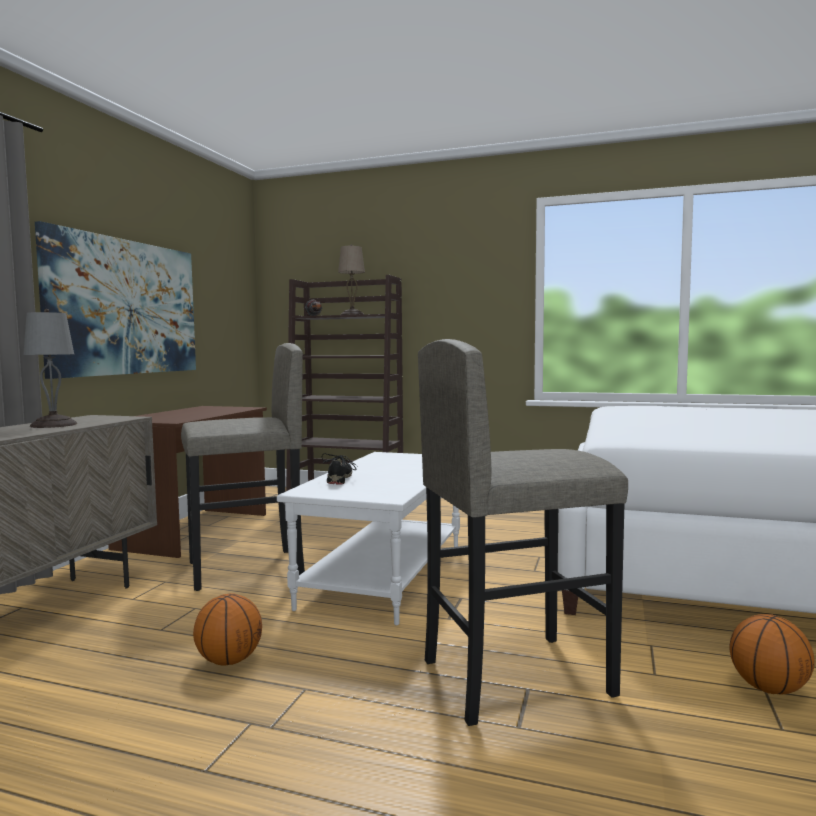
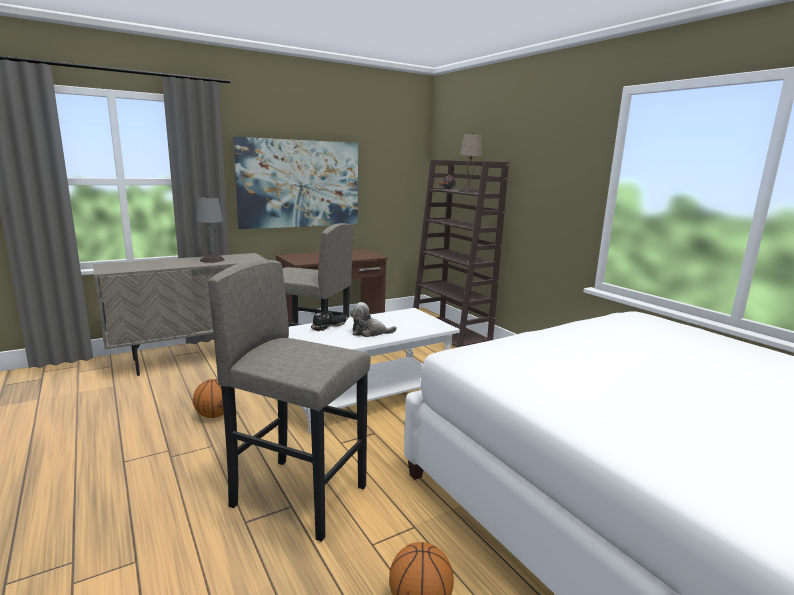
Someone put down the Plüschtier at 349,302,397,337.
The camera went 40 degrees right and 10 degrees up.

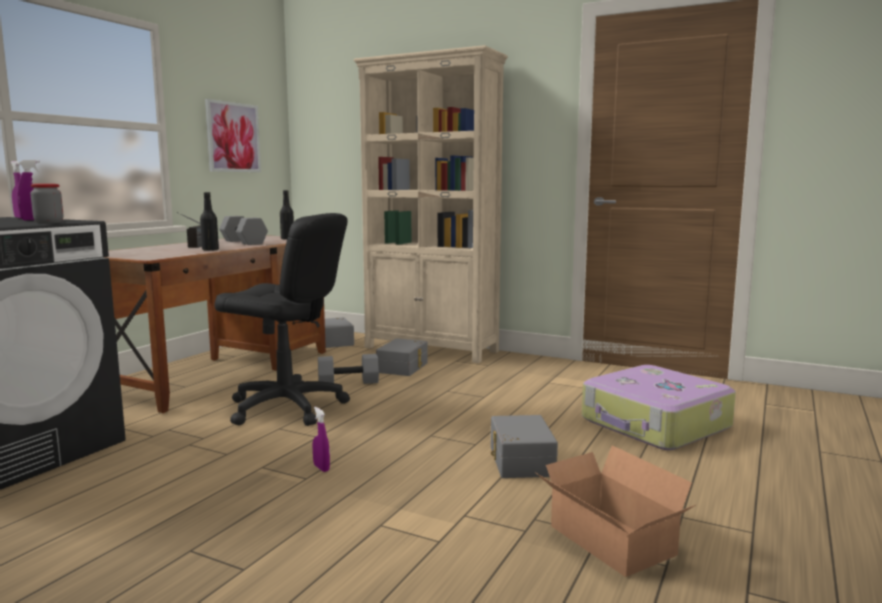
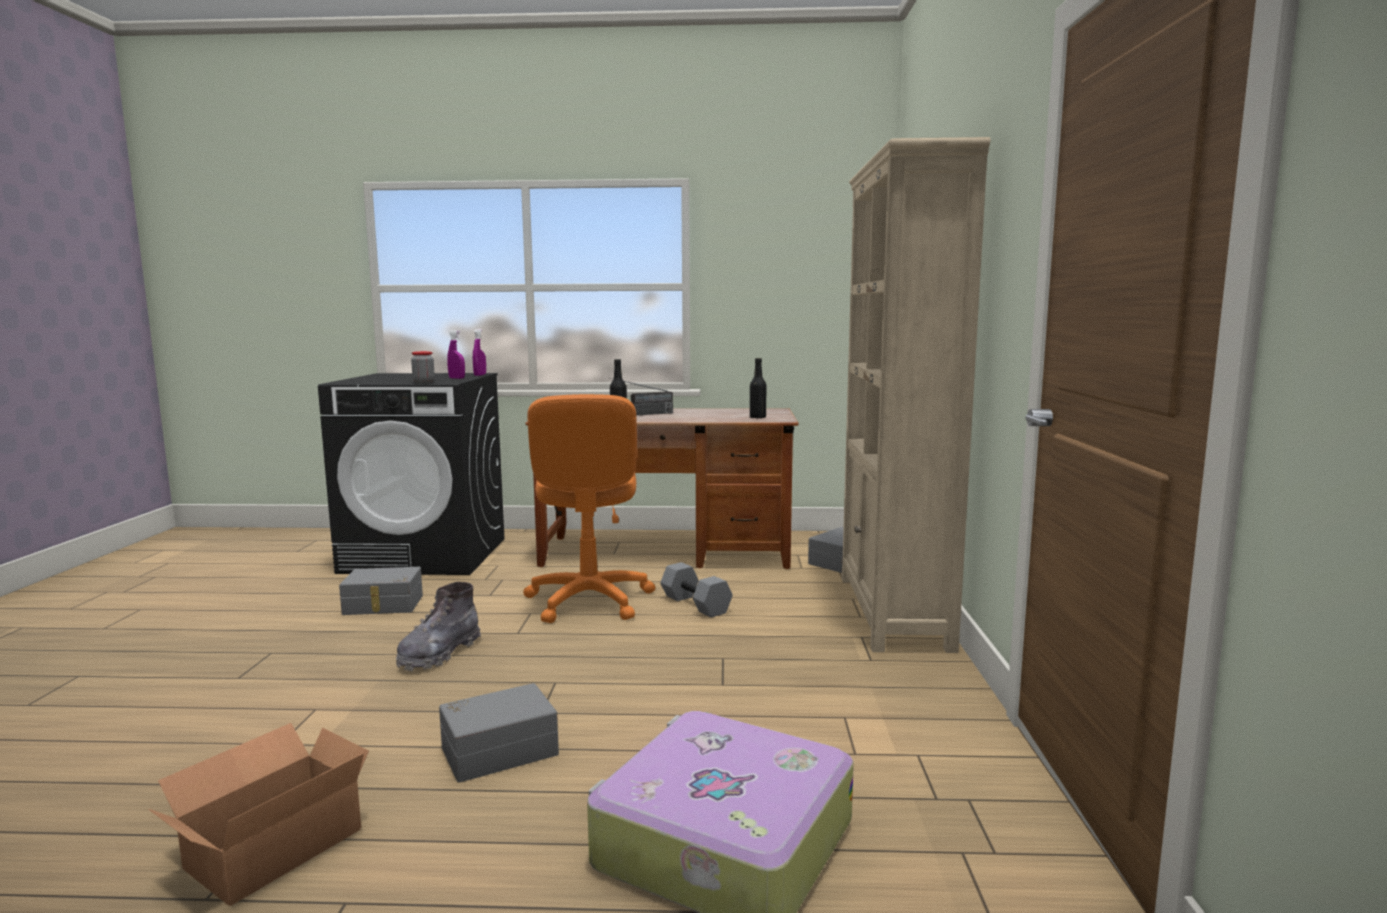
Someone took away the Bild at 205,99,261,172.
Someone repainted the Bürostuhl [schwarz] at 215,213,350,426, which became the Bürostuhl [orange] at 523,394,655,623.
Someone took away the Hantel [grau] at 219,216,268,245.
Someone swapped the Sprühflasche [lila] at 312,407,330,472 for the Stiefel [grau] at 396,582,481,671.
Someone carried the Aufbewahrungsbox [grau] from 376,338,427,376 to 339,567,423,615.
The camera went 65 degrees right and 0 degrees up.

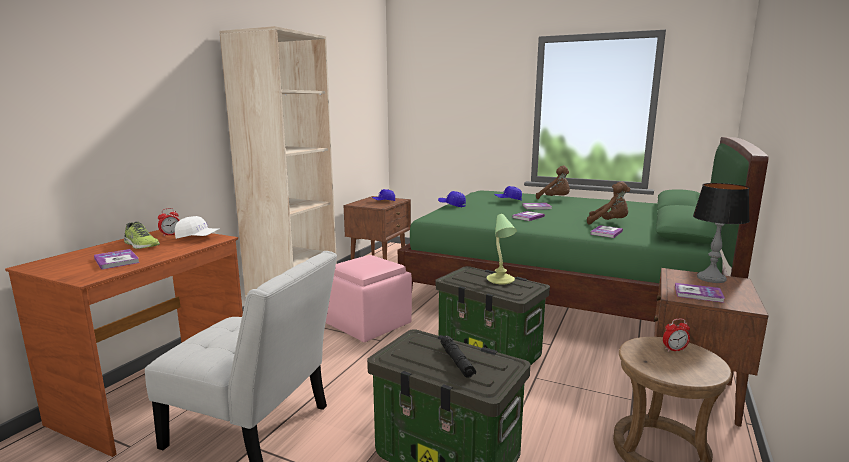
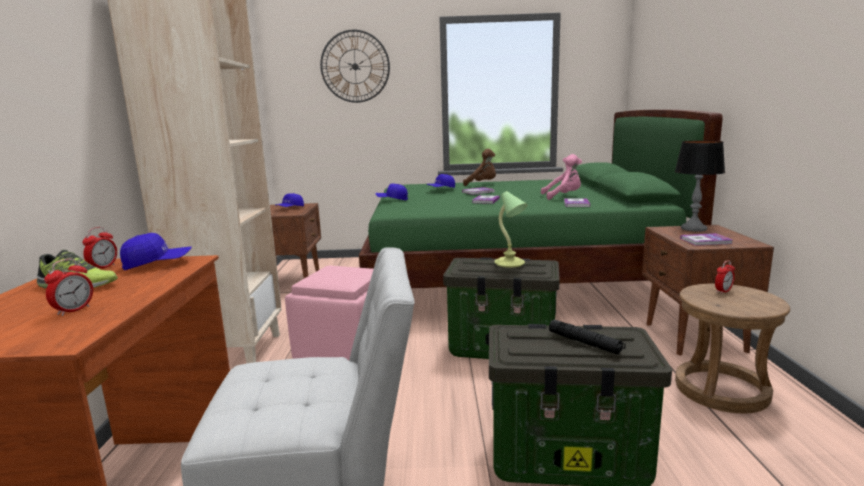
Someone swapped the Buch at 94,249,139,270 for the Wecker at 44,259,93,316.
Someone repainted the Kappe [weiß] at 175,216,220,239, which became the Kappe [blau] at 120,233,192,270.
Someone repainted the Plüschtier [braun] at 587,181,631,224, which became the Plüschtier [rosa] at 541,154,582,200.
Someone put up the Wanduhr at 320,30,390,103.
The camera went 25 degrees left and 0 degrees up.

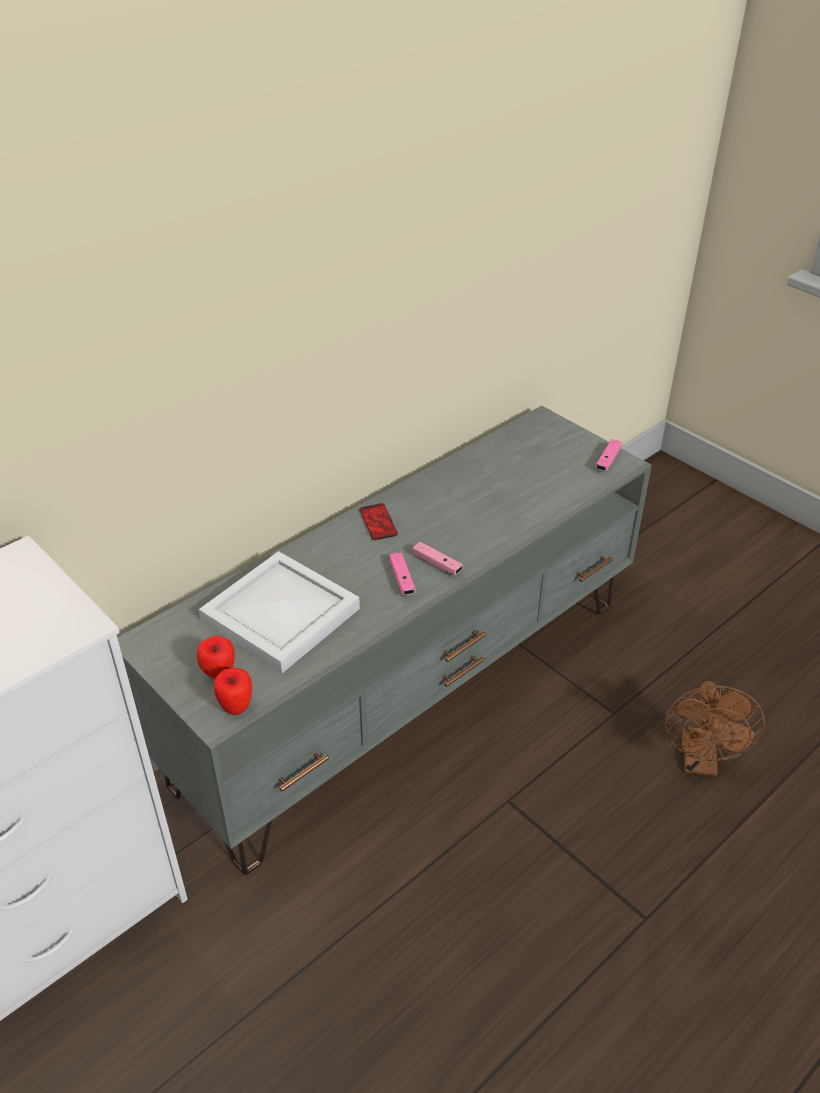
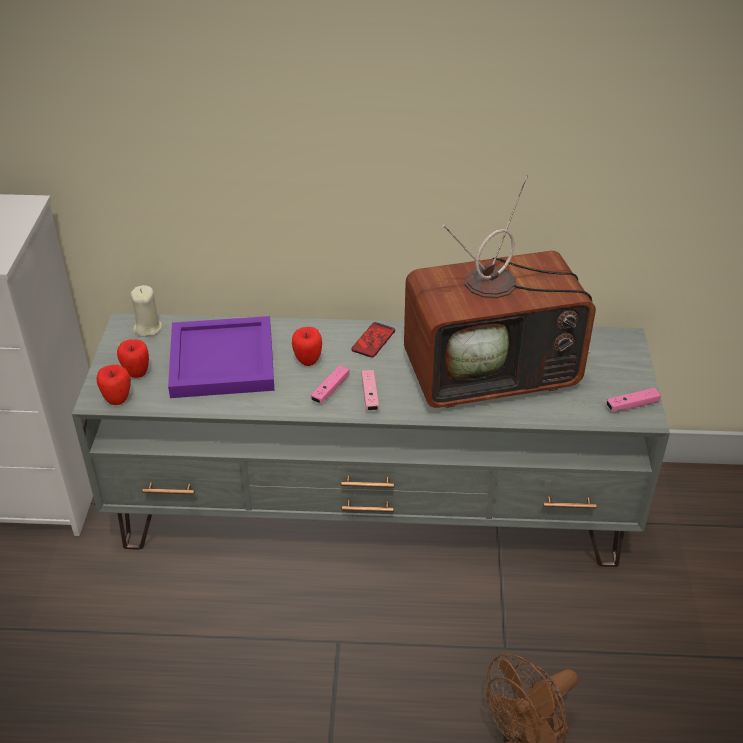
Someone repainted the Tablett [weiß] at 199,551,360,673, which became the Tablett [lila] at 168,316,274,398.
Someone put down the Kerze [beige] at 131,285,162,337.
Someone put down the Apfel at 292,327,322,366.
Someone put down the Fernseher at 404,175,596,408.
The camera went 45 degrees right and 0 degrees up.

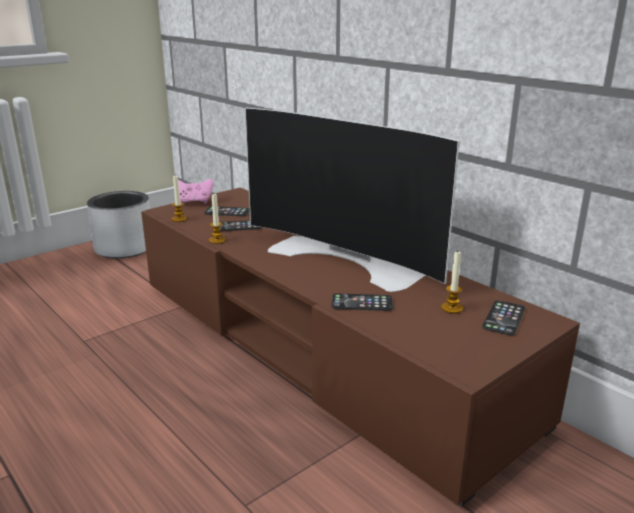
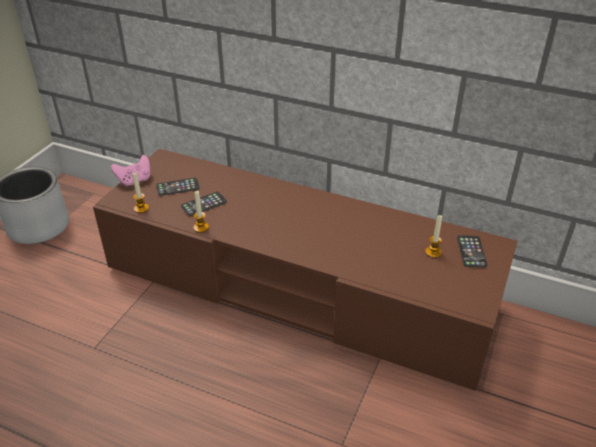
Someone took away the Fernseher at 245,108,460,292.
Someone took away the Handy at 331,293,393,311.
The camera went 25 degrees left and 15 degrees up.

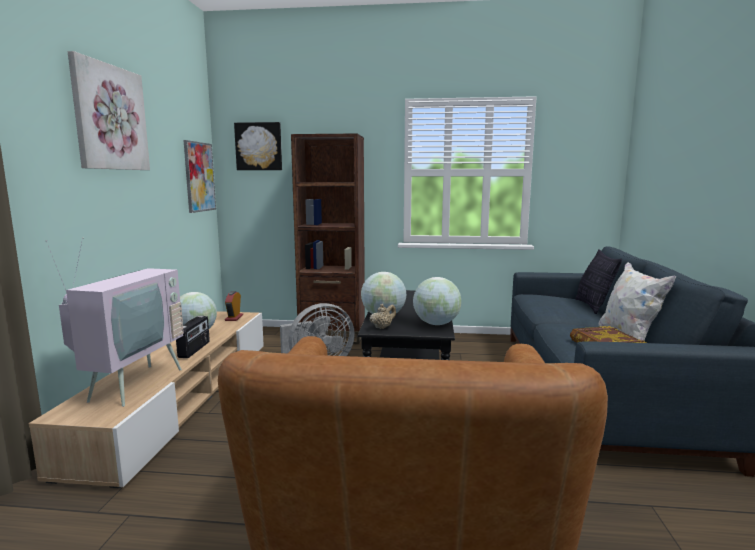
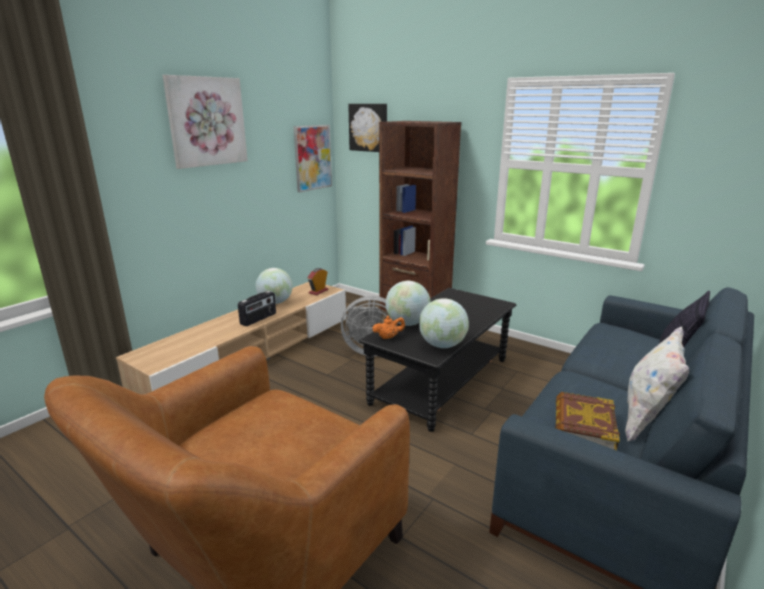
Someone took away the Fernseher at 45,237,184,407.
Someone repainted the Teekanne [beige] at 370,304,396,329, which became the Teekanne [orange] at 372,316,405,339.
The camera went 30 degrees right and 10 degrees up.

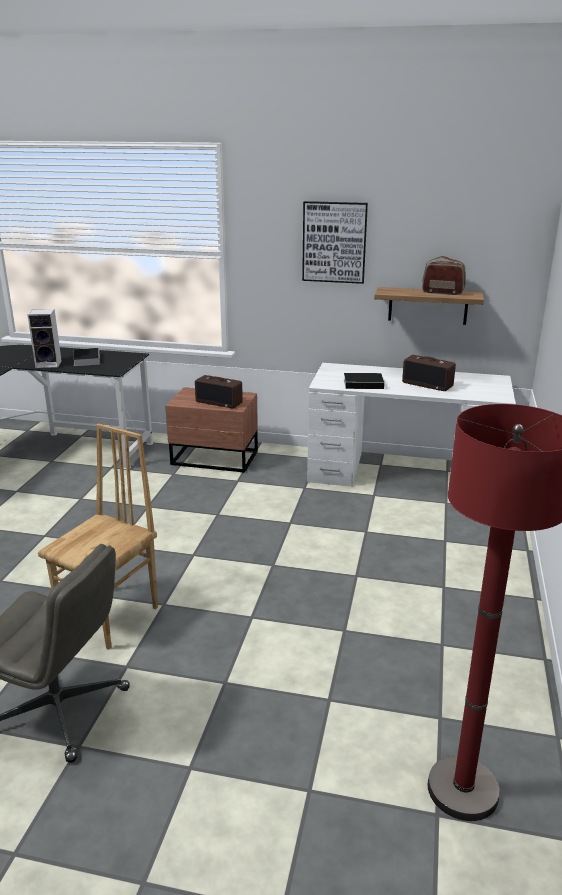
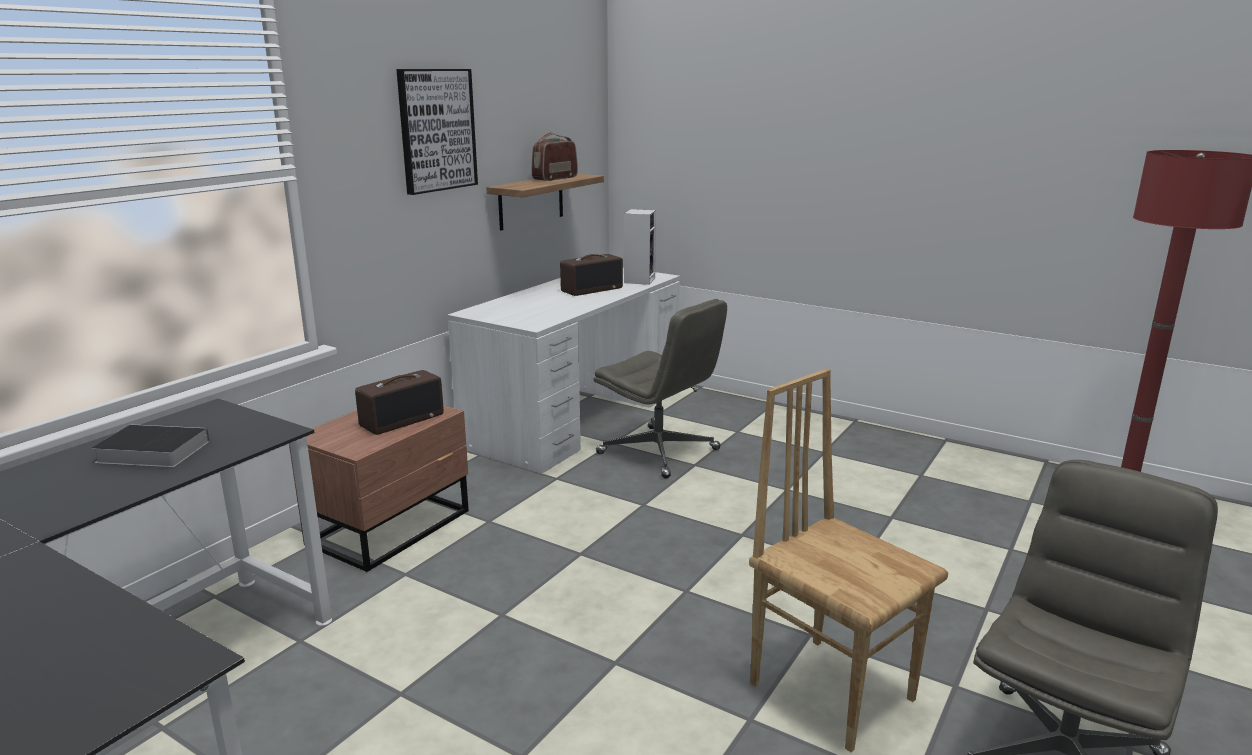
Someone carried the Lautsprecher from 28,309,62,368 to 624,209,656,285.
Someone took away the Buch at 344,373,389,389.
Someone put down the Bürostuhl [grau] at 594,299,727,479.
The camera went 70 degrees left and 5 degrees down.

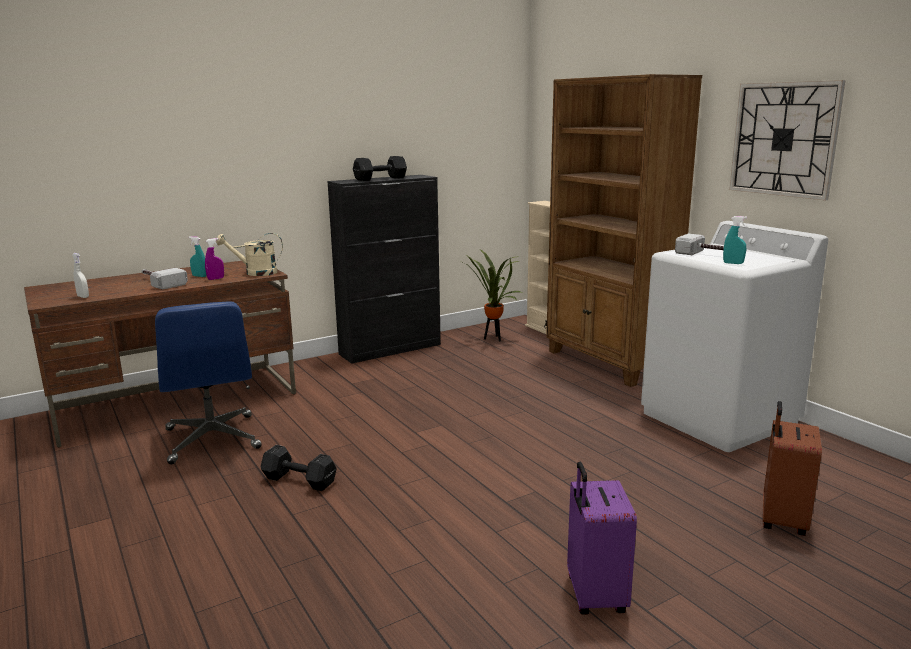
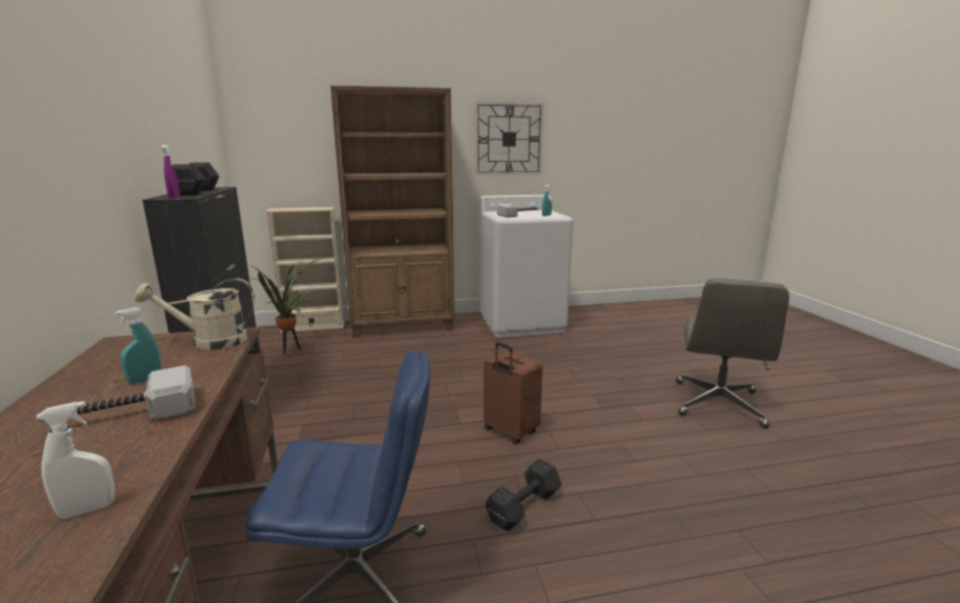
Someone carried the Sprühflasche [lila] from 205,238,224,280 to 162,145,180,198.
Someone rotated the Gießkanne [beige] at 216,233,283,276 by 60 degrees clockwise.
Someone swapped the Koffer [lila] at 567,462,637,615 for the Bürostuhl [grau] at 676,278,789,428.
Someone carried the Koffer [braun] from 763,401,822,536 to 484,342,543,444.
The camera went 70 degrees left and 0 degrees up.

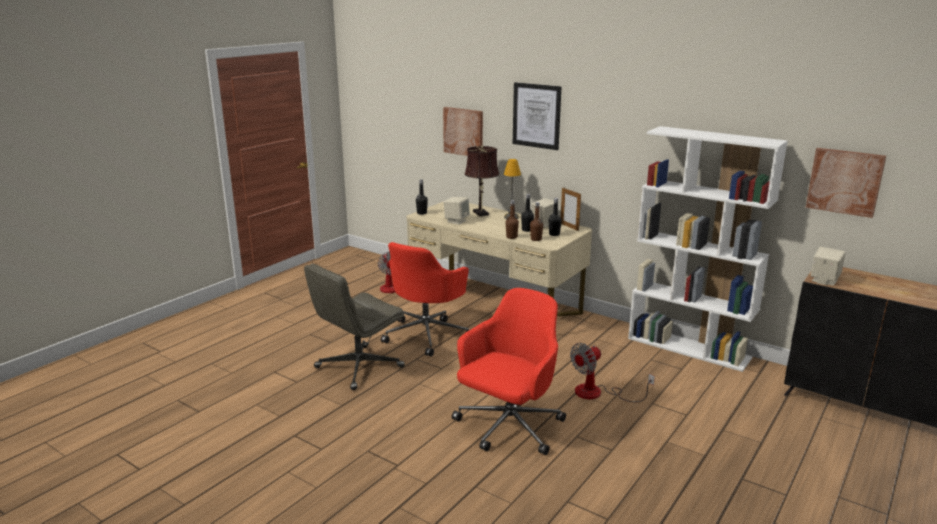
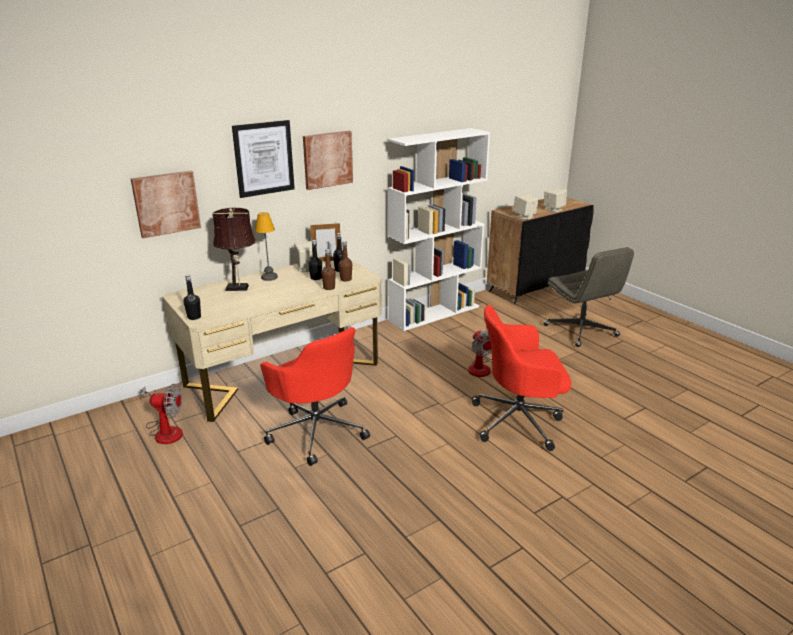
Someone carried the Bürostuhl [grau] from 304,263,405,390 to 544,247,634,347.
Someone carried the Lautsprecher [beige] from 444,197,470,224 to 544,187,567,212.
Someone rotated the Bürostuhl [rot] at 452,288,566,455 by 60 degrees counterclockwise.
Someone carried the Bild from 806,148,886,218 to 303,131,353,190.
The camera went 70 degrees left and 5 degrees up.

